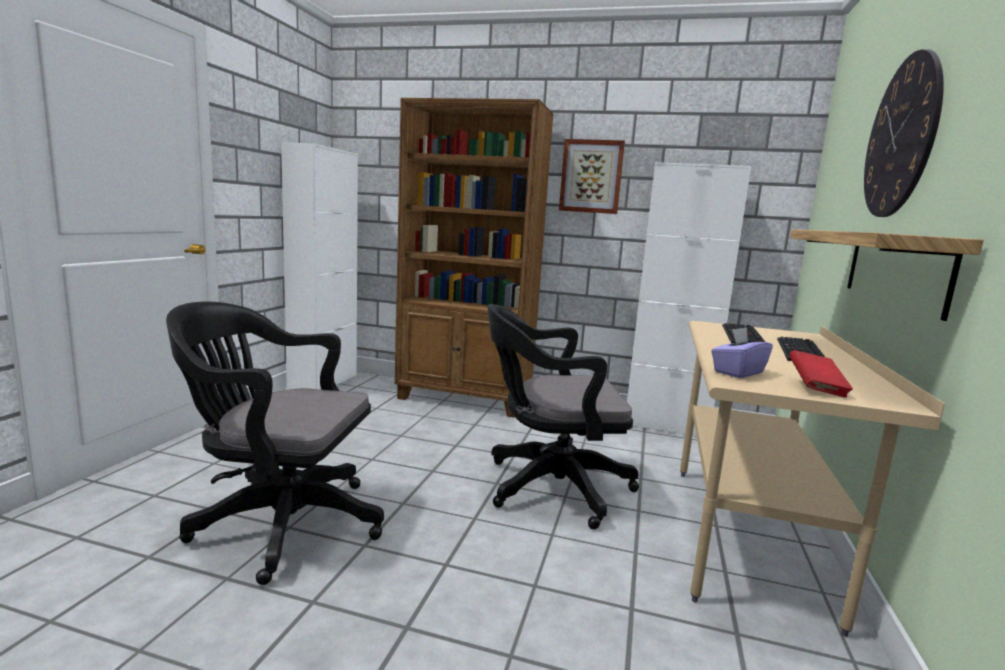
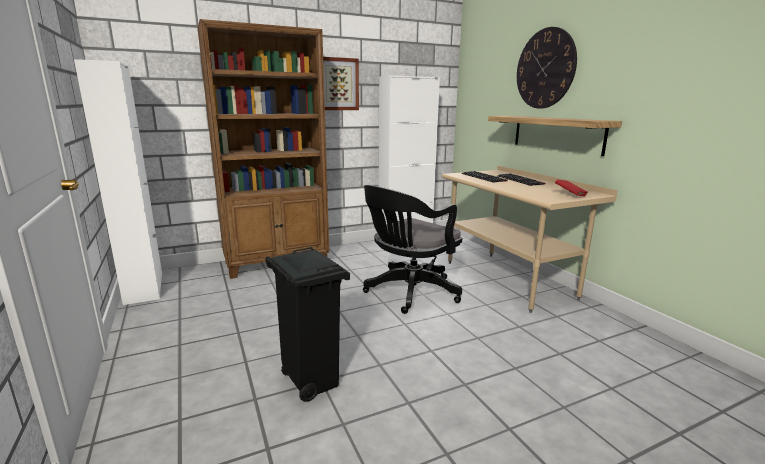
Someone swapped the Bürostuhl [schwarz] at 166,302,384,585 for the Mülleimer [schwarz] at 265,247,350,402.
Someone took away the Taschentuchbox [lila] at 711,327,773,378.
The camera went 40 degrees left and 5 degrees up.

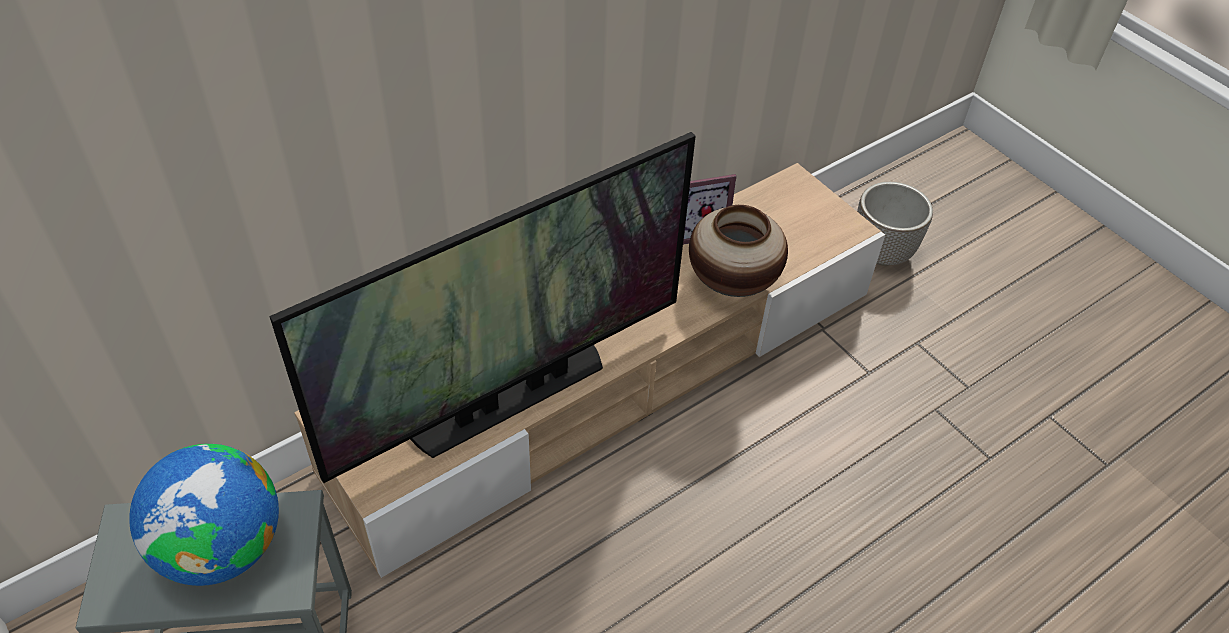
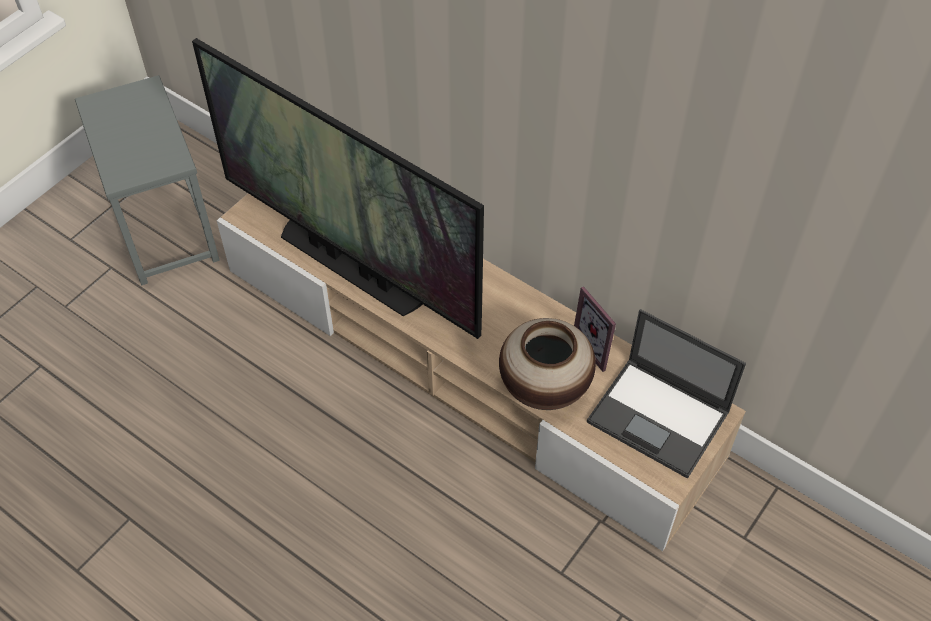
Someone took away the Globus at 129,444,279,586.
Someone took away the Pflanzkübel at 857,182,933,266.
Someone put down the Laptop at 587,309,746,478.
The camera went 75 degrees right and 5 degrees up.

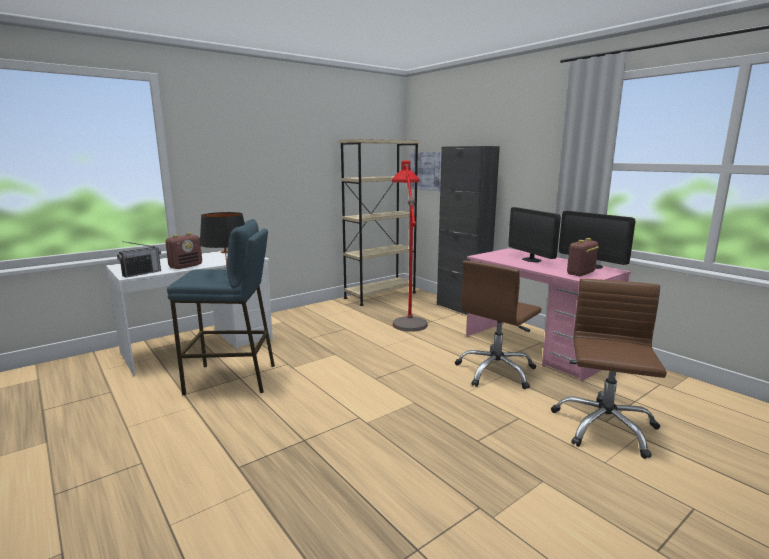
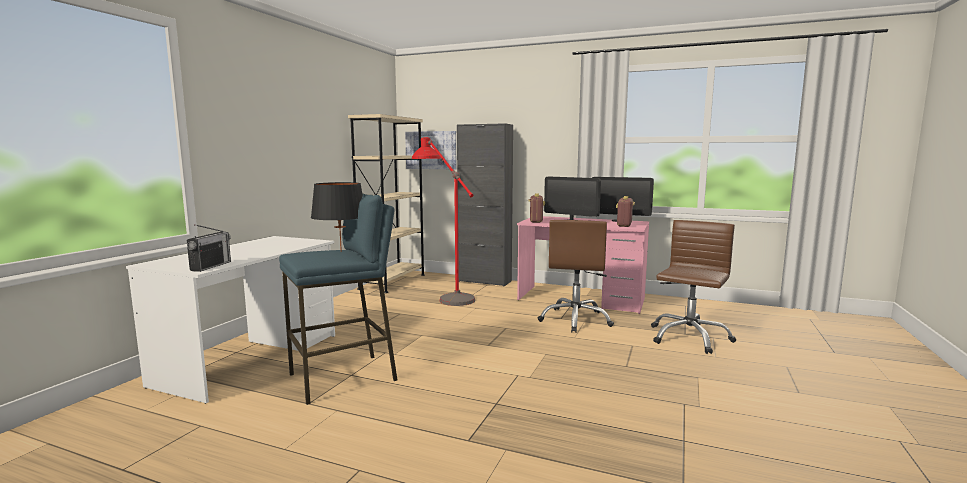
Someone carried the Radio from 165,233,202,269 to 528,194,545,223.
Someone rotated the Bürostuhl [braun] at 551,279,667,459 by 45 degrees clockwise.
The camera went 30 degrees left and 5 degrees down.

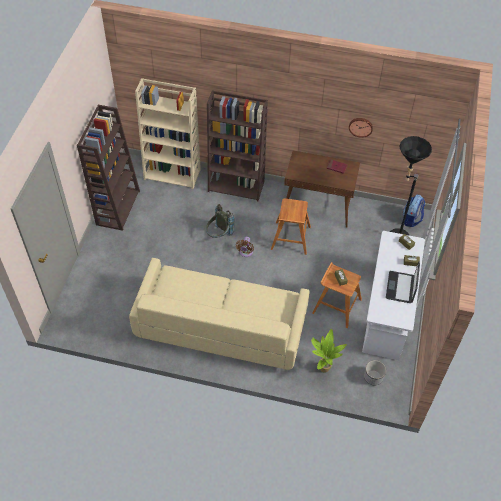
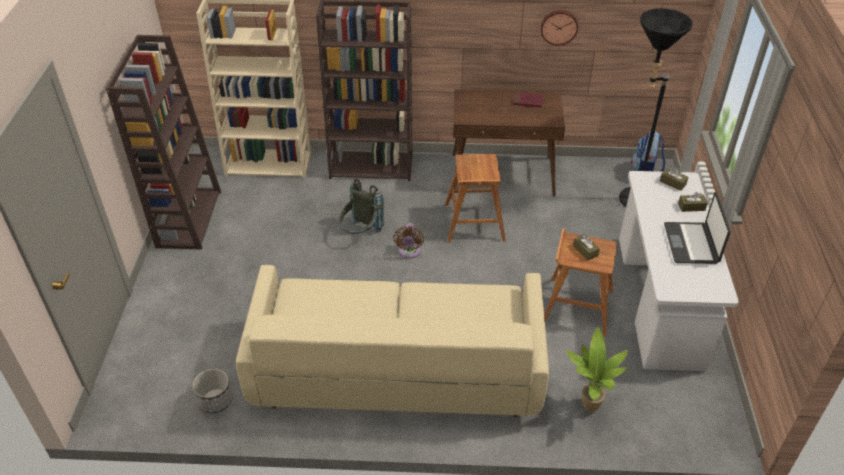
Someone carried the Pflanzkübel from 364,360,386,385 to 192,369,232,413.
The camera went 10 degrees left and 10 degrees down.

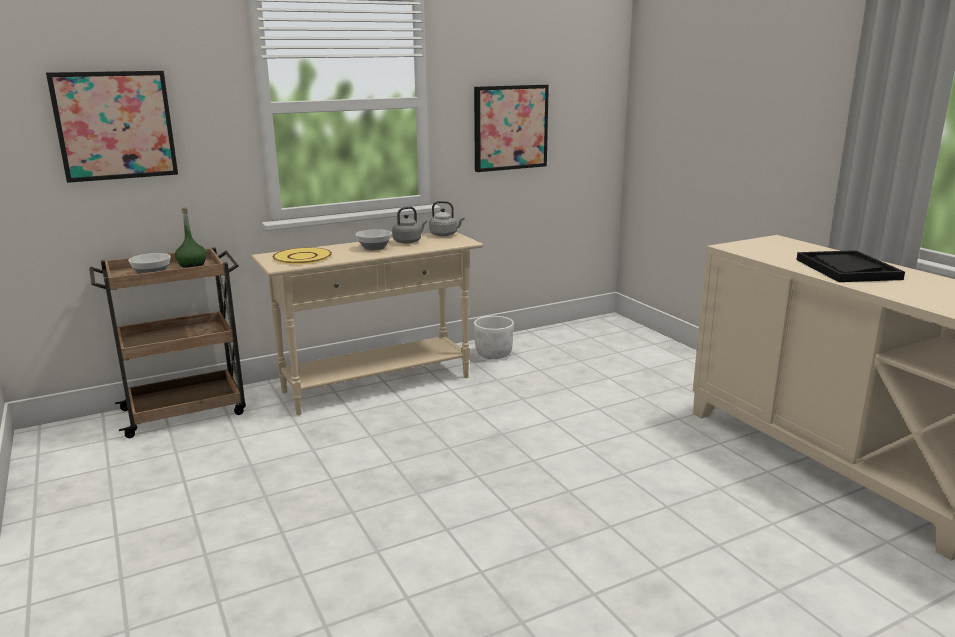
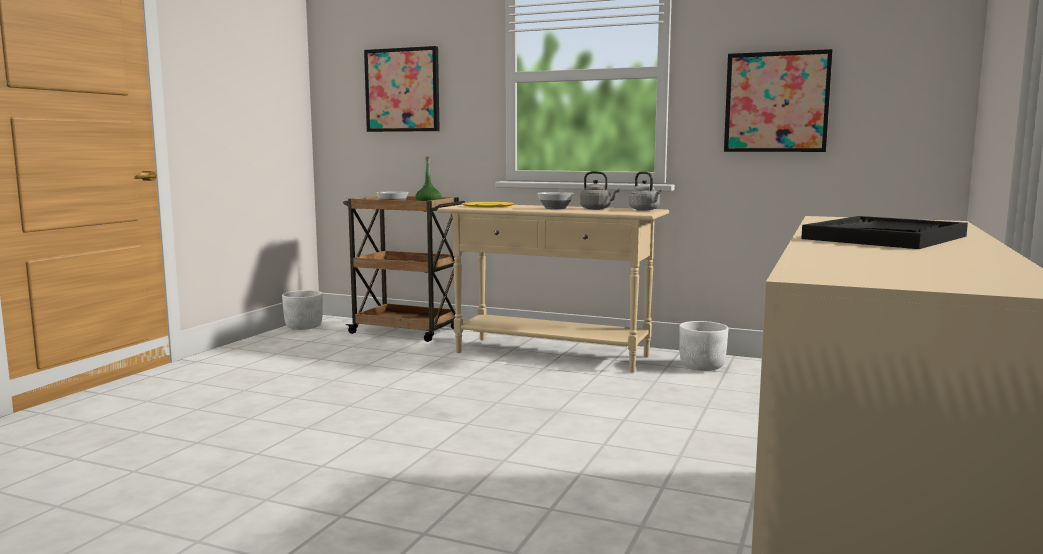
Someone put down the Pflanzkübel [weiß] at 282,290,323,330.
The camera went 50 degrees right and 10 degrees down.

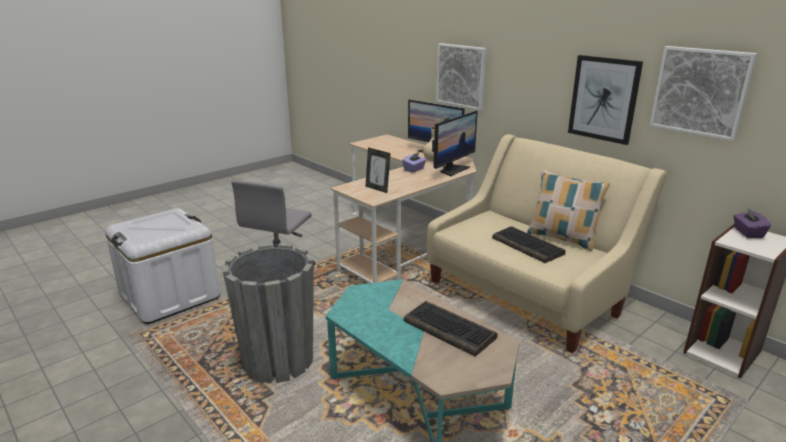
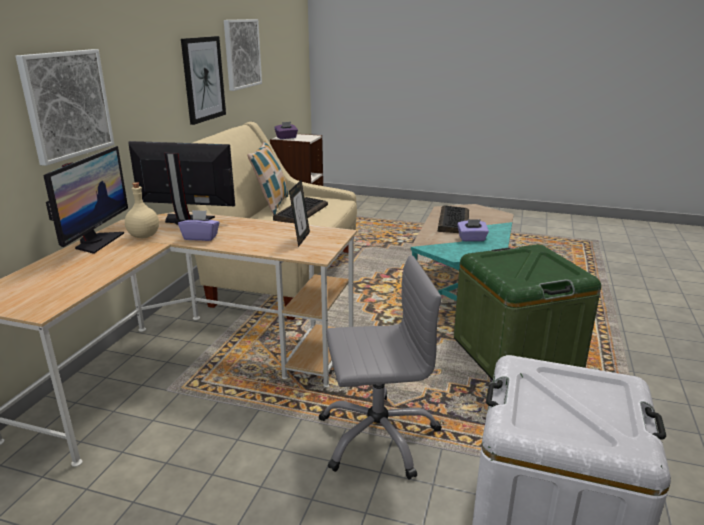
Someone swapped the Pflanzkübel [grau] at 222,243,314,383 for the Aufbewahrungsbox [grün] at 454,244,601,380.
Someone put down the Taschentuchbox [lila] at 457,219,489,241.
The camera went 120 degrees left and 0 degrees up.

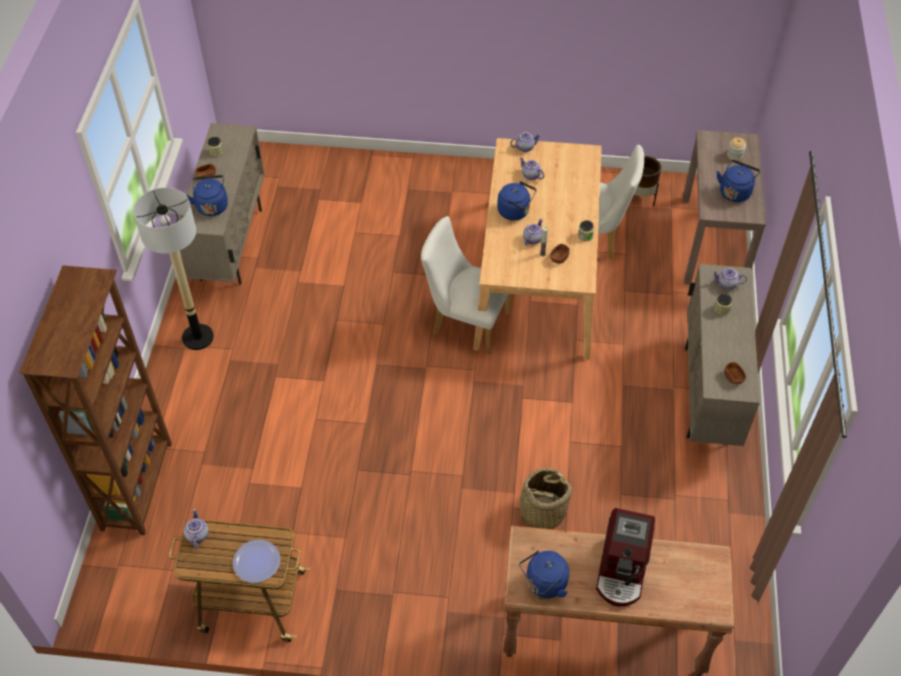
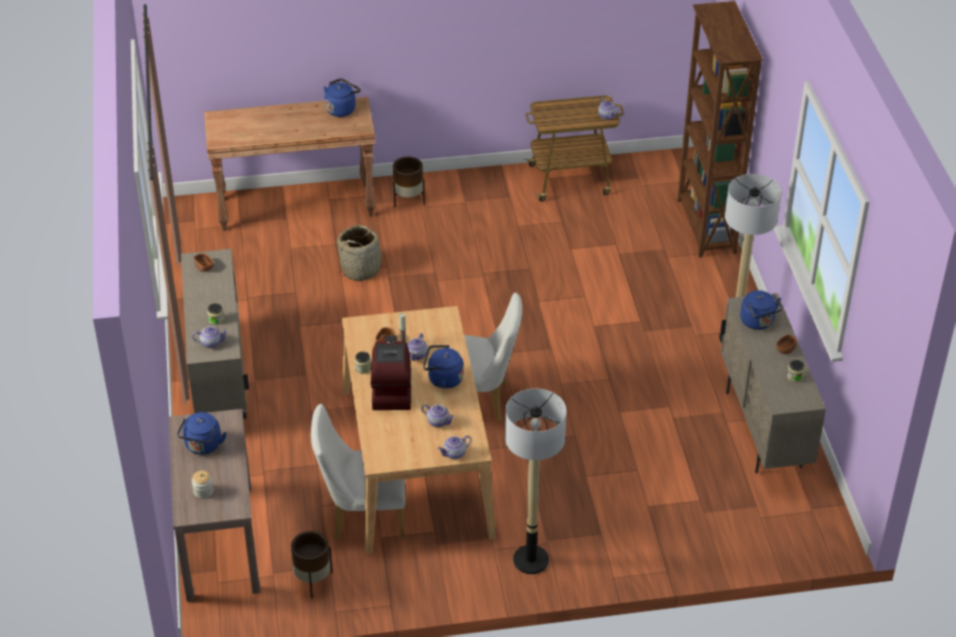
Someone took away the Teller at 233,540,280,583.
Someone carried the Kaffeemaschine from 596,508,655,606 to 371,336,411,410.
Someone put down the Pflanzkübel [braun] at 393,157,425,207.
Someone put down the Stehlampe at 505,388,567,574.
The camera went 165 degrees right and 10 degrees down.

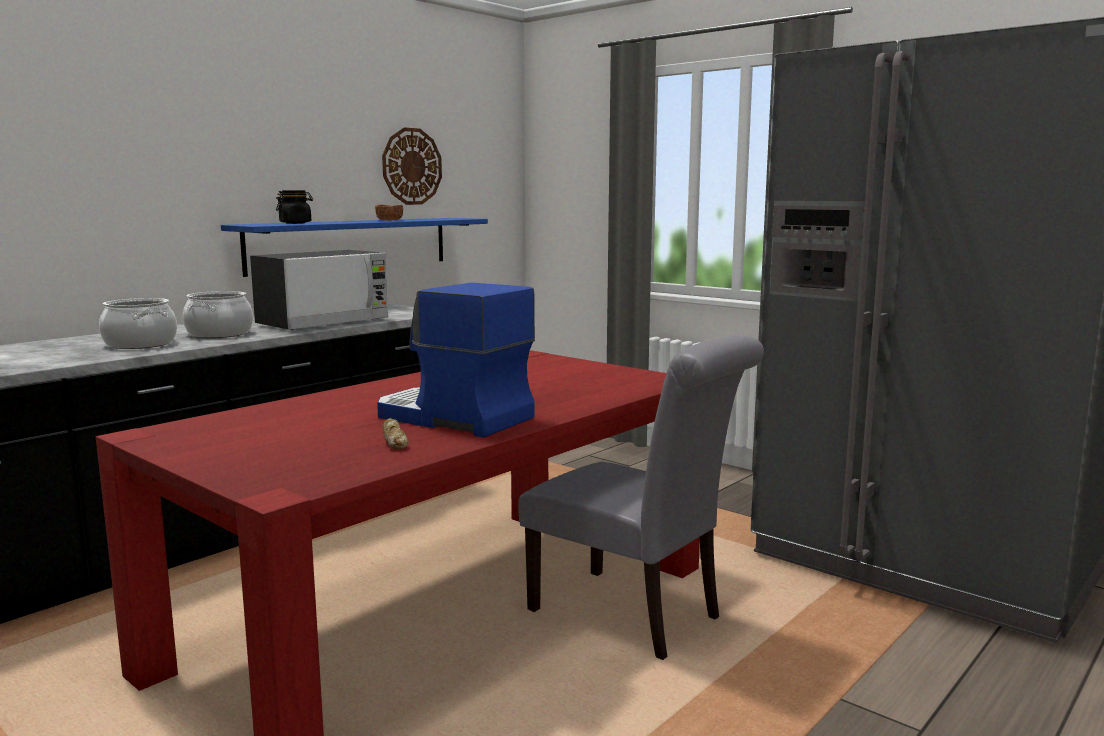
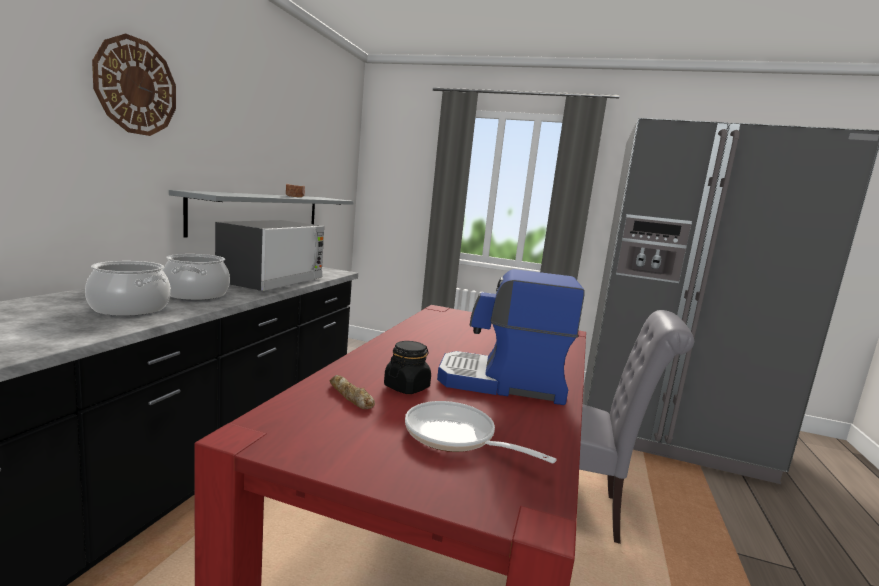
Someone repainted the Wandregal [blau] at 221,218,488,277, which became the Wandregal [grau] at 169,190,354,237.
Someone carried the Vorratsglas [schwarz] from 276,190,313,224 to 384,341,431,394.
Someone carried the Wanduhr from 382,127,442,205 to 92,34,176,136.
Someone carried the Brot from 383,418,409,450 to 330,375,375,409.
Someone put down the Pfanne at 405,401,557,464.
The camera went 25 degrees left and 0 degrees up.

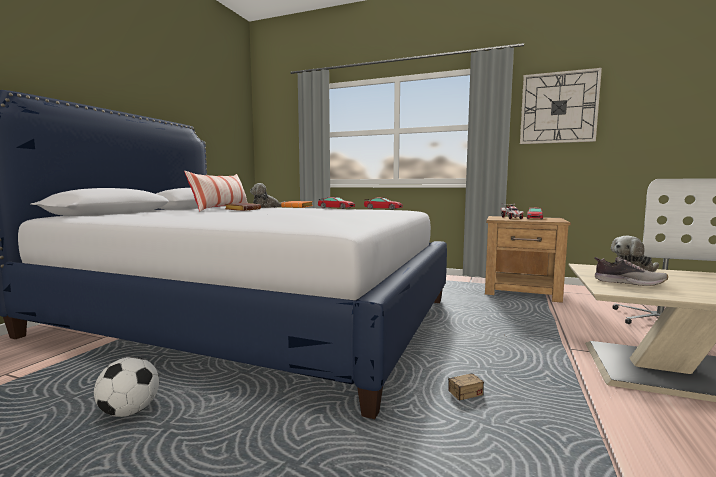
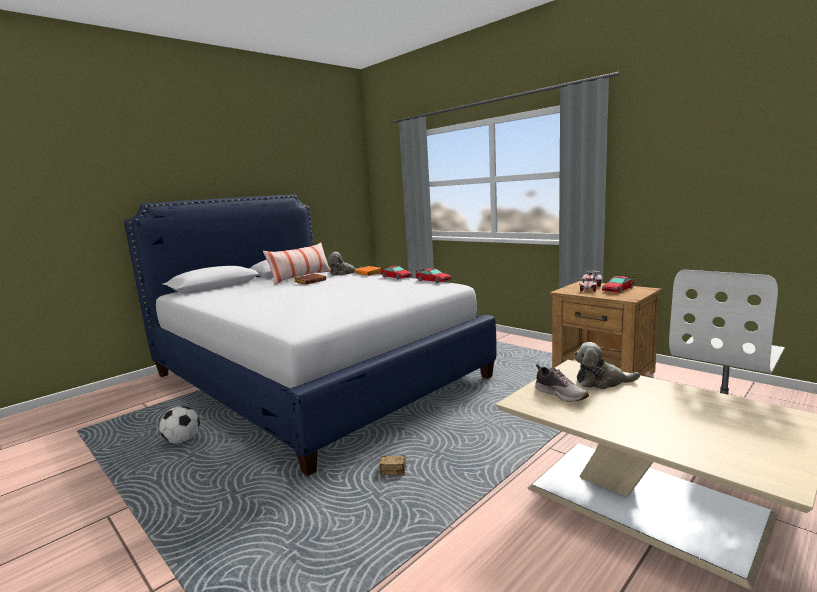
Someone took away the Wanduhr at 520,68,602,144.
The camera went 25 degrees right and 5 degrees up.

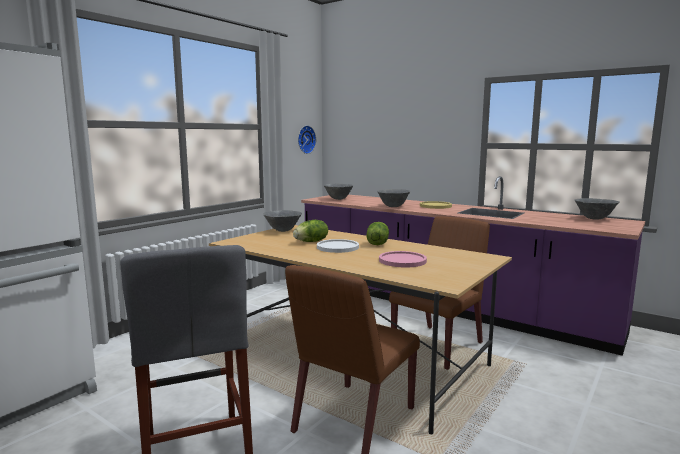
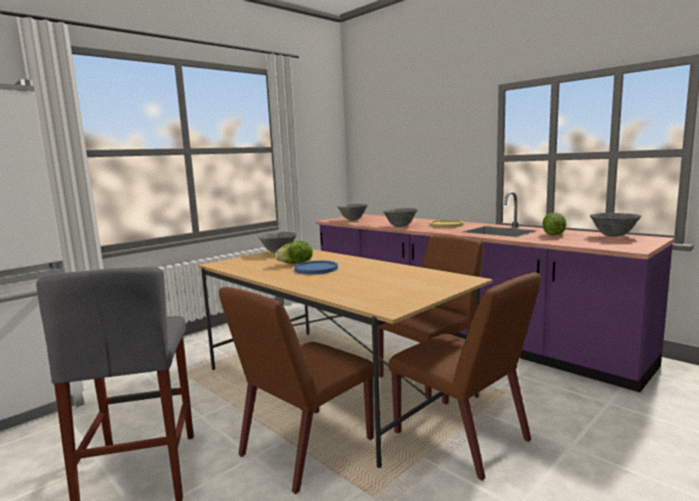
Someone took away the Wanduhr at 298,125,316,154.
Someone repainted the Teller [weiß] at 317,239,359,253, which became the Teller [blau] at 294,261,338,274.
Someone carried the Salatkopf from 366,222,389,245 to 542,213,566,235.
Someone took away the Teller [rosa] at 379,251,427,267.
Someone put down the Stuhl [braun] at 388,272,541,481.
The camera went 10 degrees right and 0 degrees up.

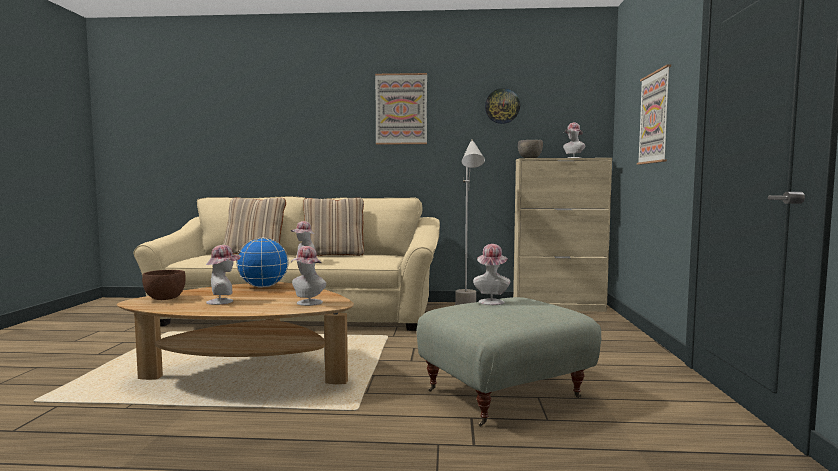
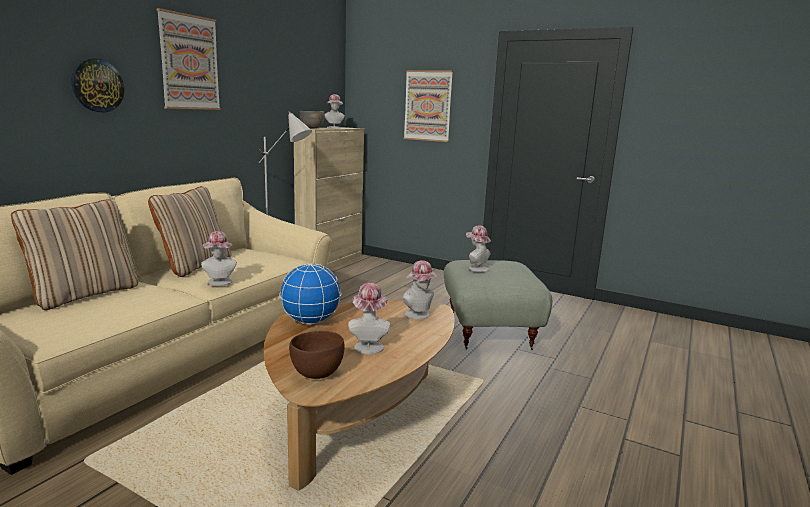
Someone carried the Wanduhr from 485,88,520,124 to 71,58,124,112.
The camera went 65 degrees left and 10 degrees up.

